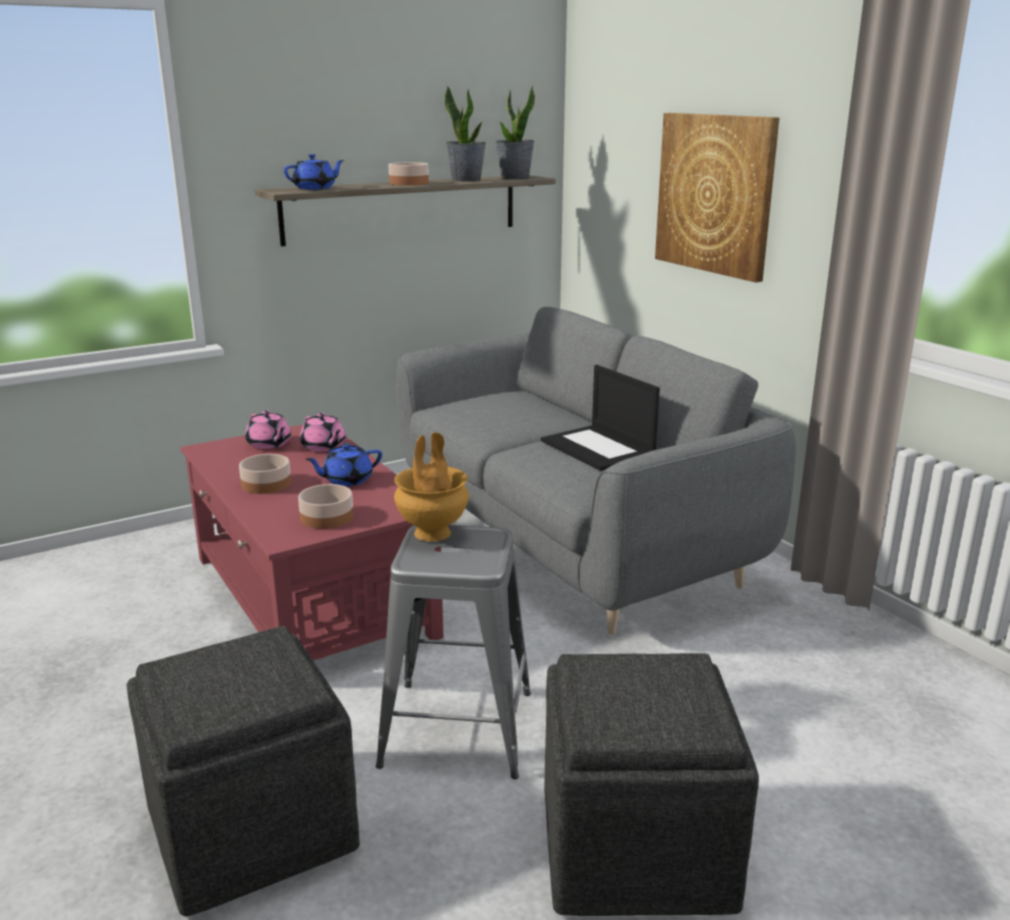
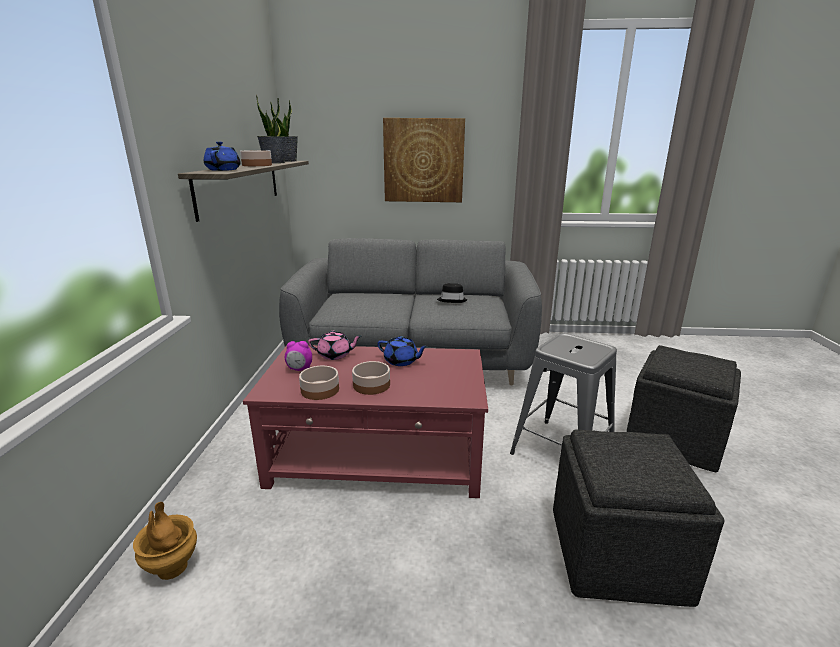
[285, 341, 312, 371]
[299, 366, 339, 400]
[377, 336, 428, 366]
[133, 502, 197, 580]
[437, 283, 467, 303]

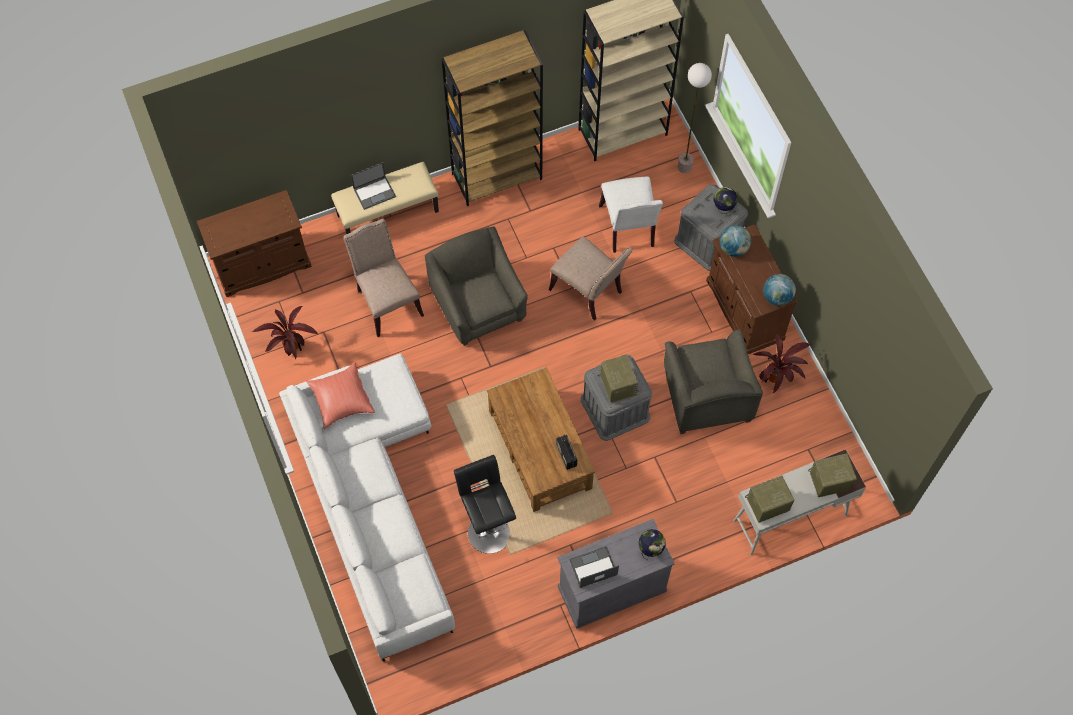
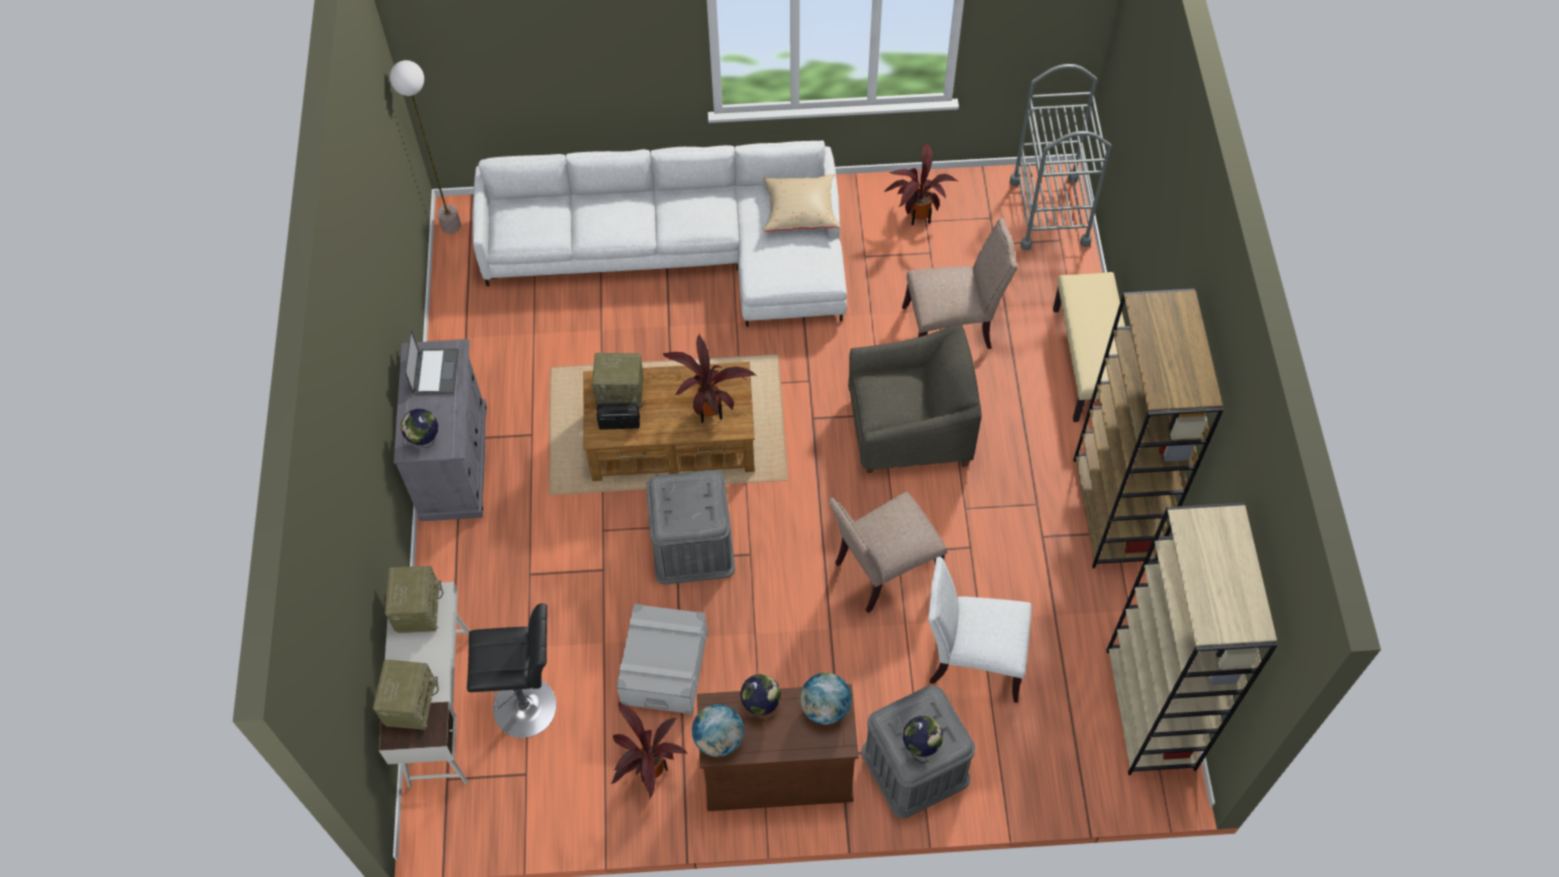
[1010, 64, 1112, 251]
[763, 174, 841, 232]
[351, 162, 396, 210] (first image)
[467, 603, 556, 738]
[592, 353, 644, 409]
[617, 604, 708, 715]
[390, 60, 461, 234]
[663, 334, 756, 423]
[740, 674, 781, 721]

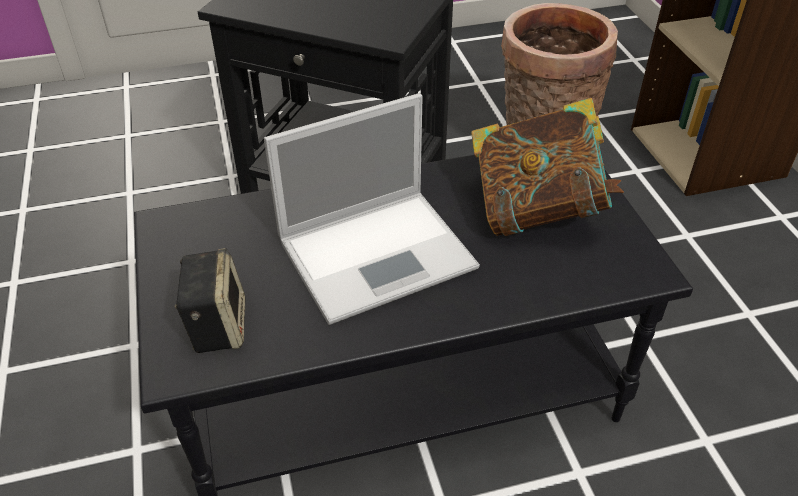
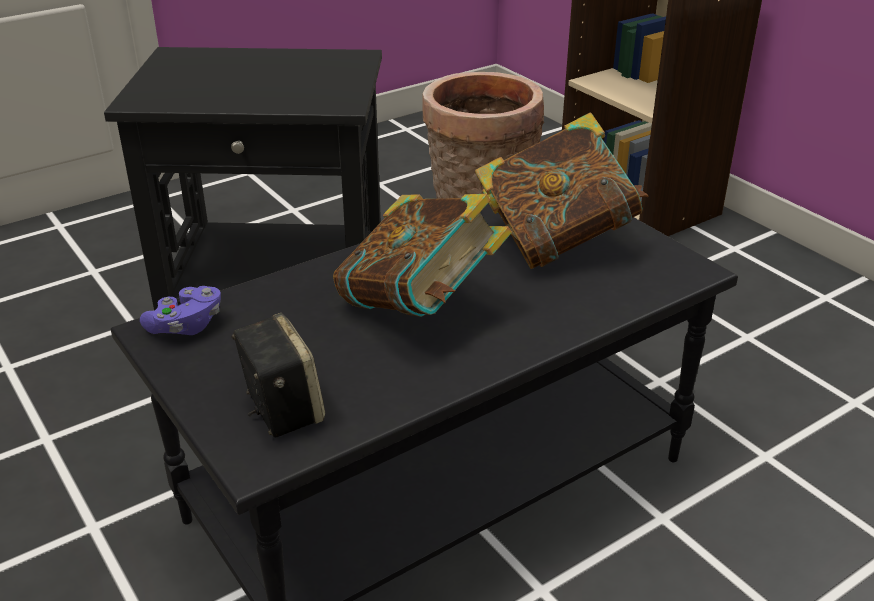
[333, 194, 512, 317]
[140, 286, 221, 335]

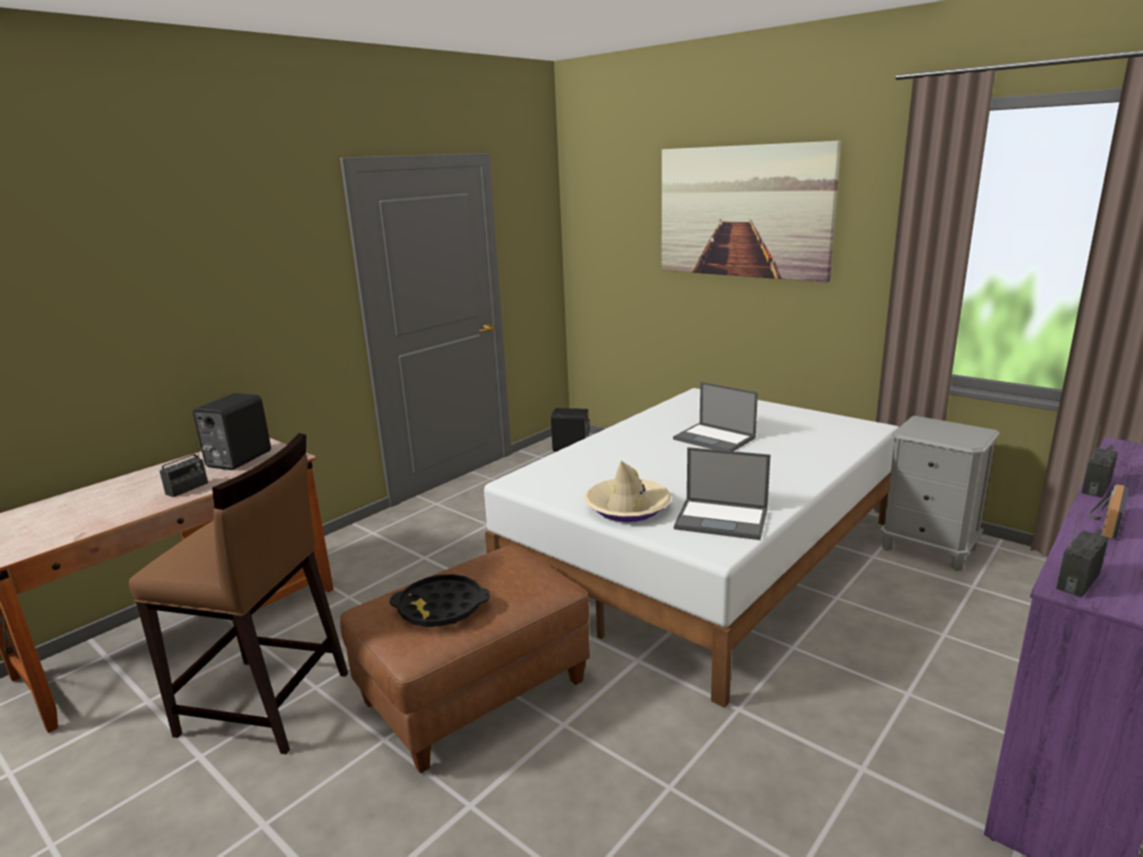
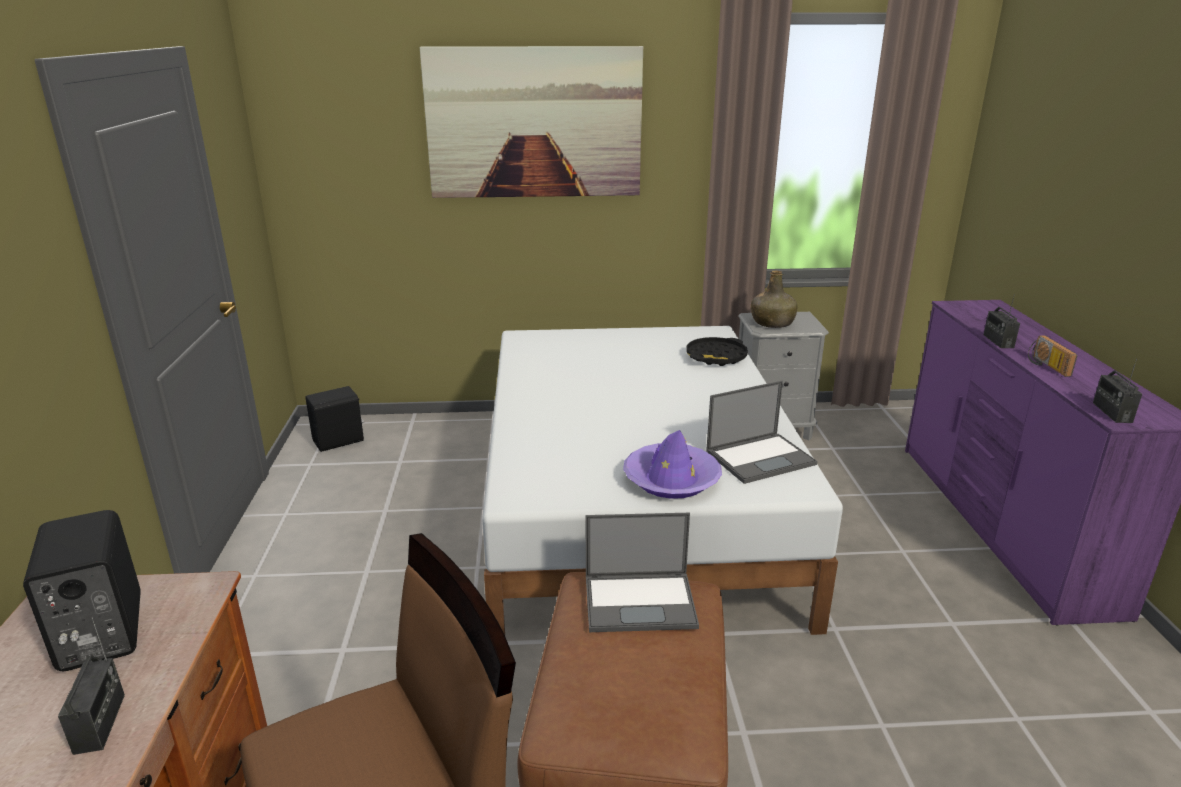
[687, 337, 748, 366]
[623, 430, 722, 499]
[586, 513, 699, 632]
[751, 270, 797, 328]

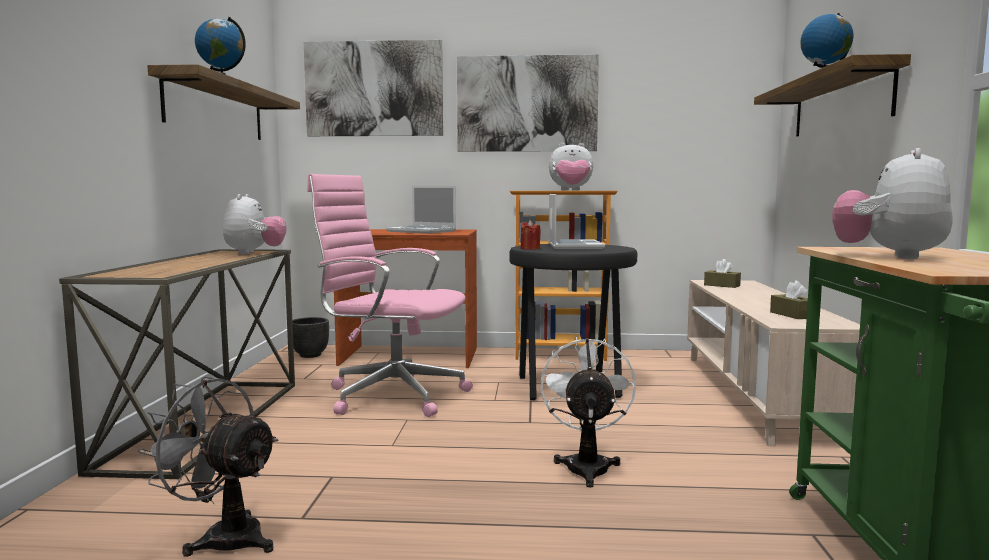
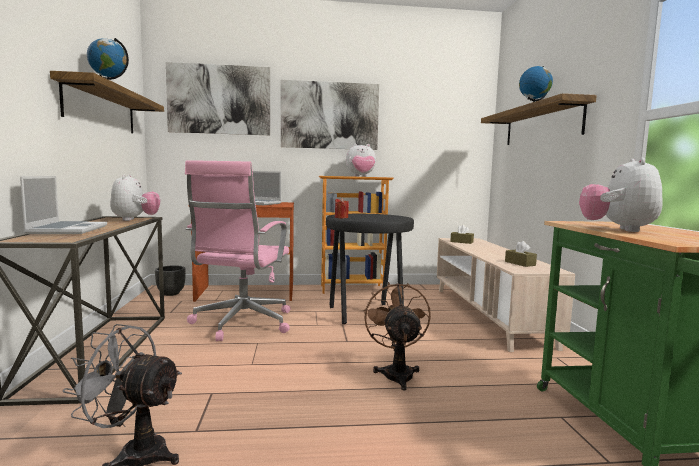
[185, 160, 290, 341]
[363, 282, 431, 390]
[20, 176, 107, 234]

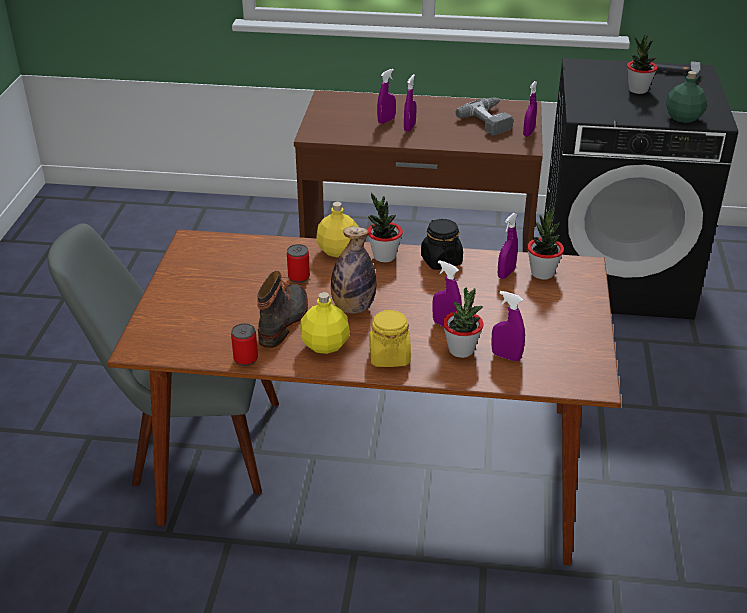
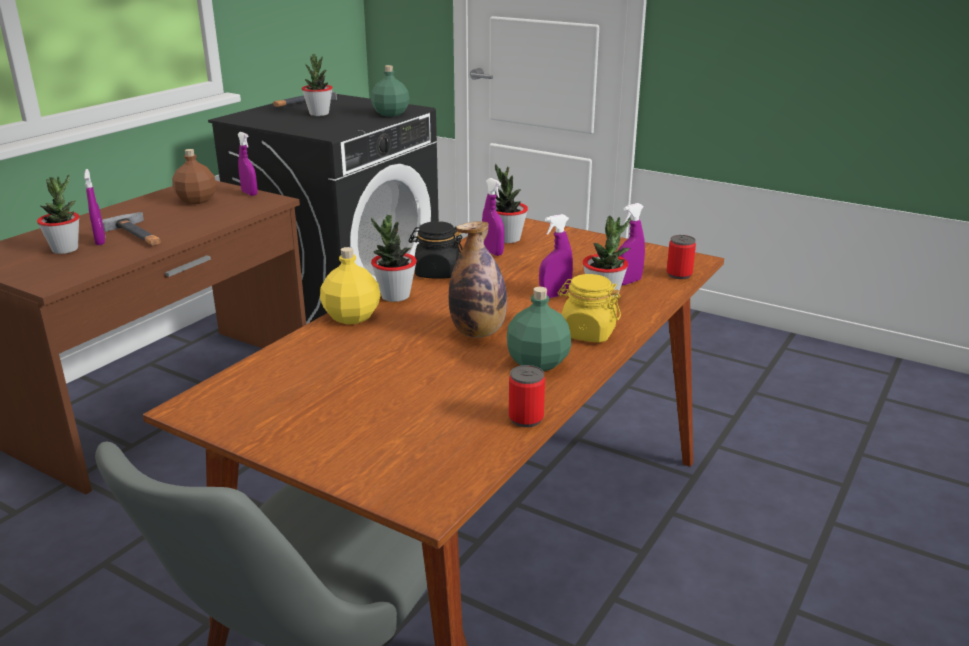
[257, 271, 308, 348] (first image)
[667, 235, 696, 279]
[507, 287, 571, 371]
[102, 212, 161, 245]
[172, 149, 217, 204]
[37, 174, 79, 254]

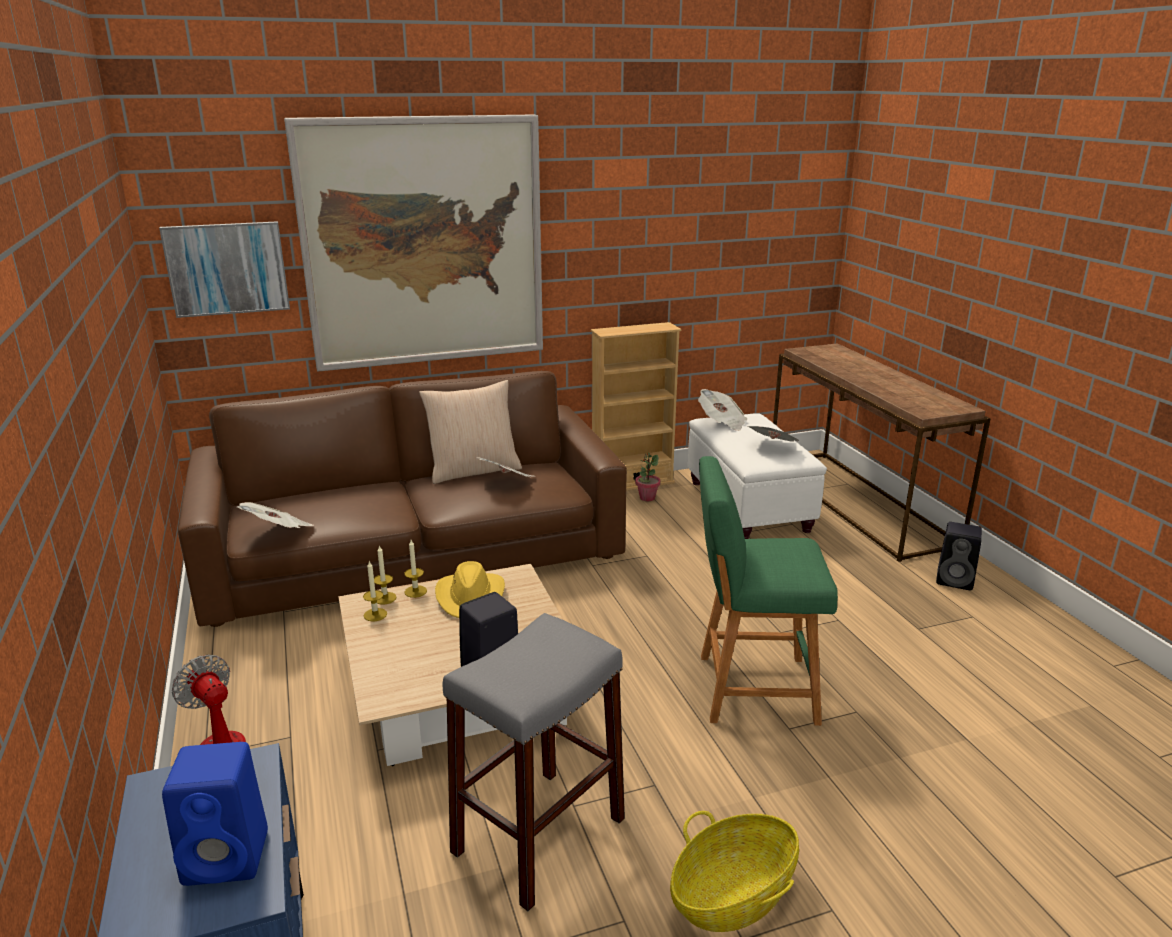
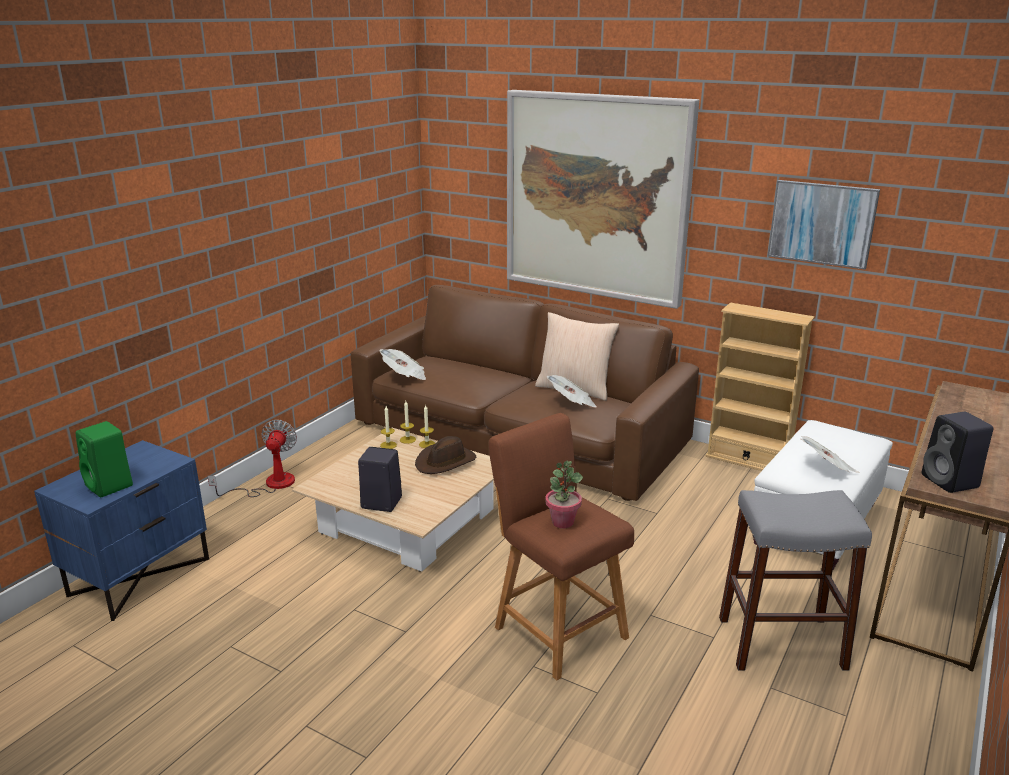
[768, 180, 880, 269]
[75, 421, 133, 498]
[415, 436, 476, 474]
[719, 490, 872, 670]
[545, 460, 583, 528]
[670, 811, 799, 932] (first image)
[698, 389, 747, 431] (first image)
[488, 413, 634, 680]
[922, 412, 993, 493]

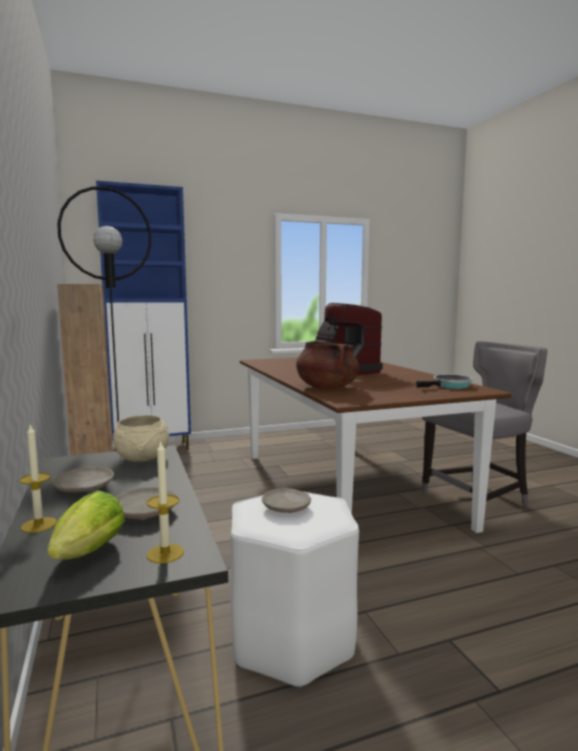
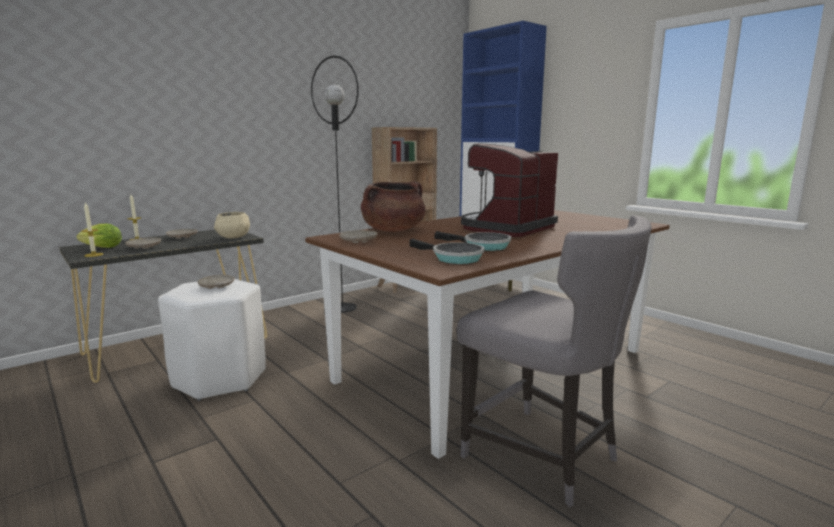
[339, 230, 378, 243]
[434, 231, 511, 251]

